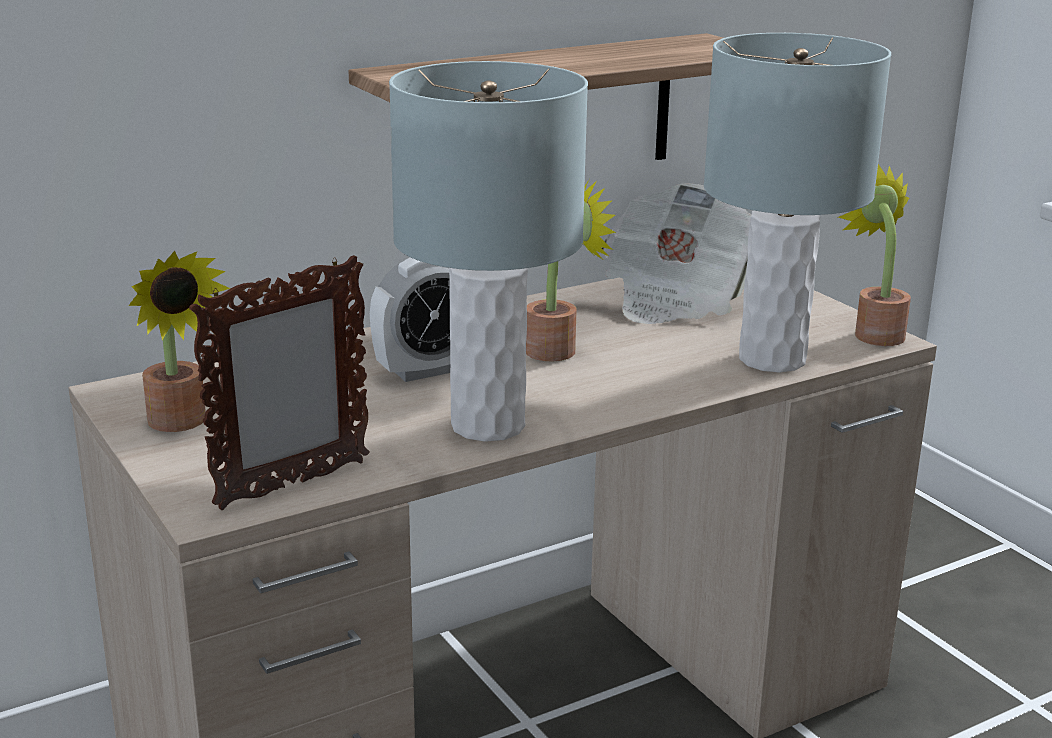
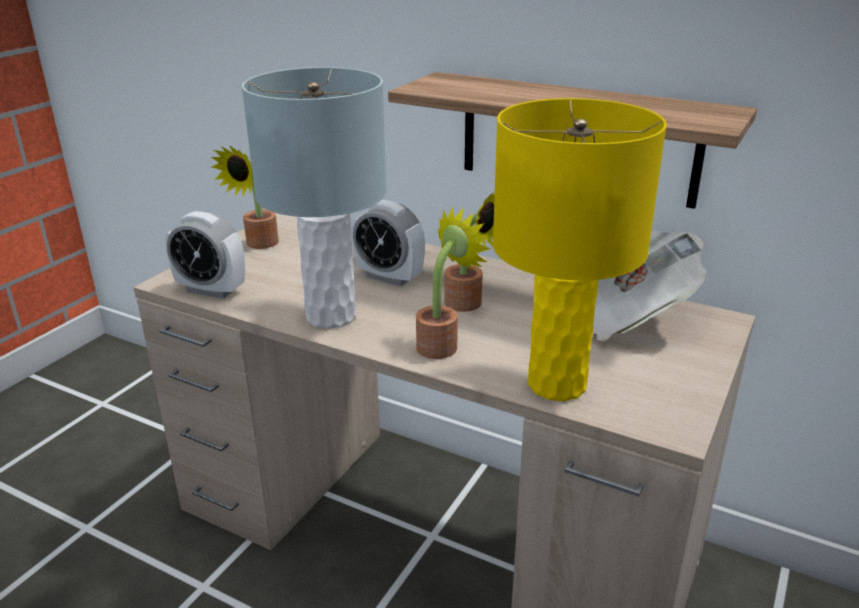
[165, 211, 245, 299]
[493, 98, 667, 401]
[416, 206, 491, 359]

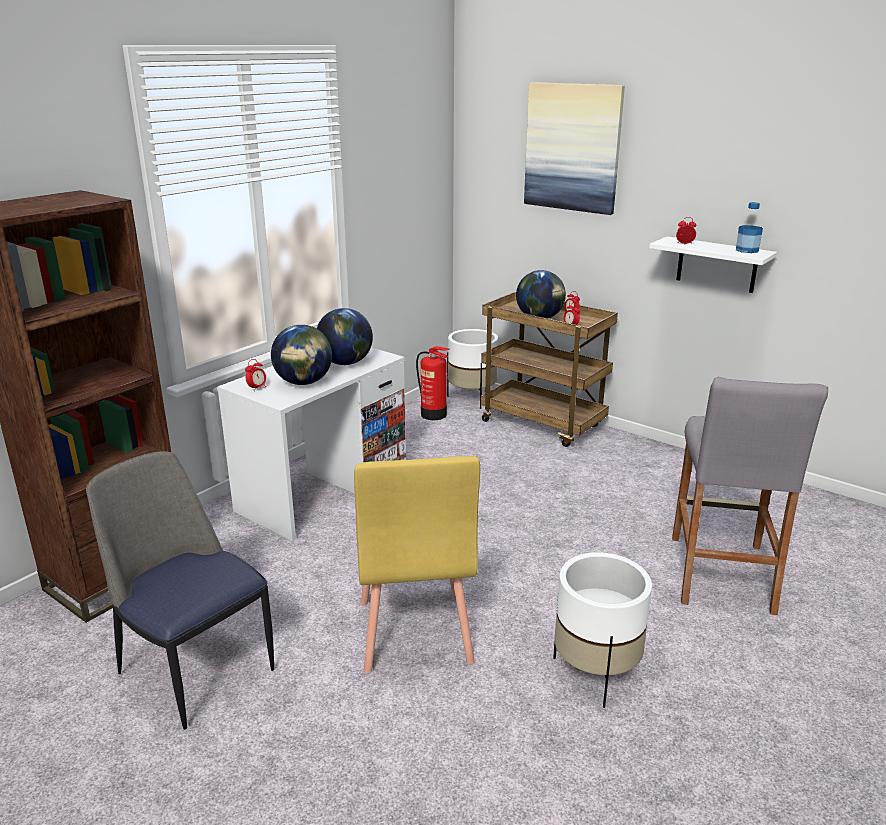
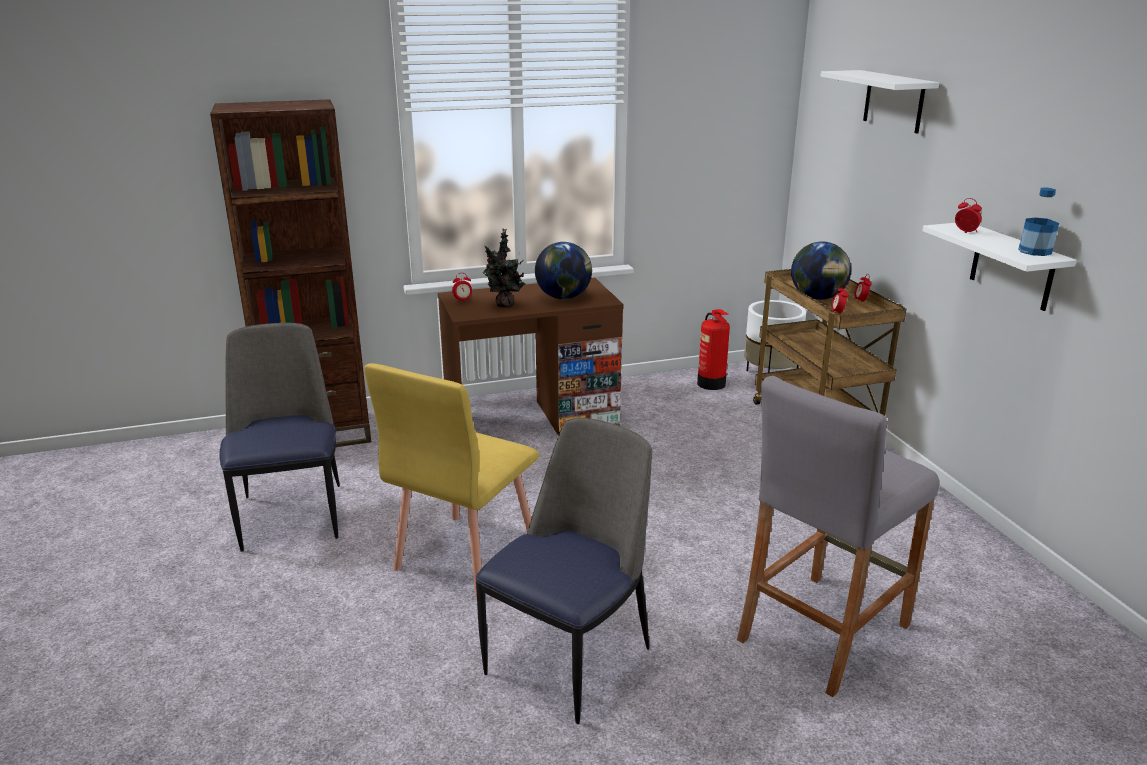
[438, 278, 624, 435]
[483, 229, 525, 307]
[820, 70, 939, 134]
[476, 418, 652, 724]

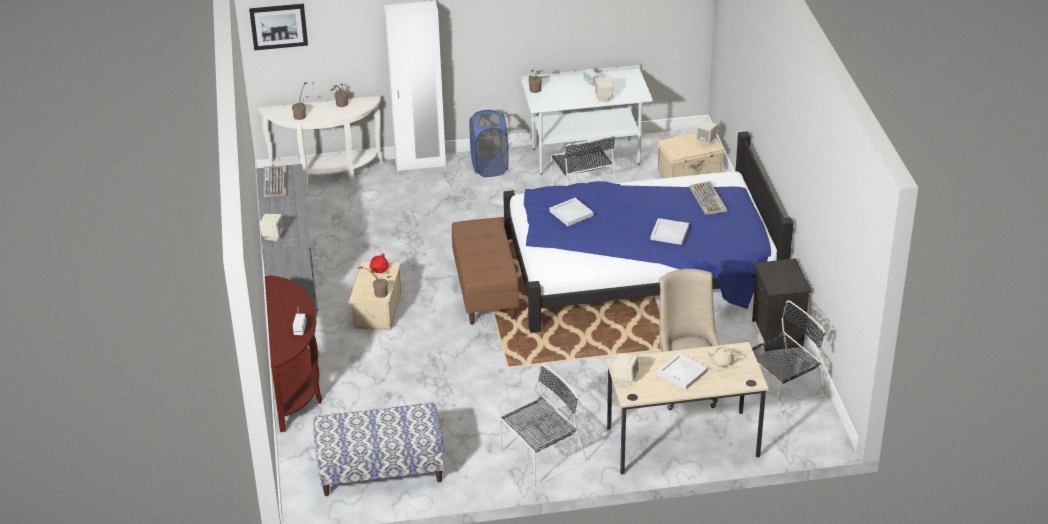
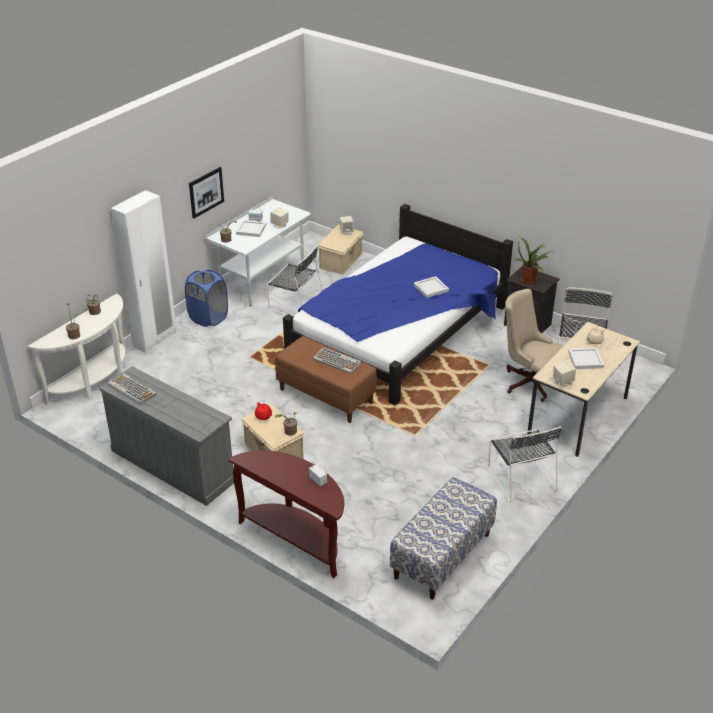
[189, 167, 224, 219]
[259, 214, 284, 241] (first image)
[488, 427, 562, 502]
[236, 220, 266, 237]
[313, 347, 361, 374]
[514, 237, 553, 284]

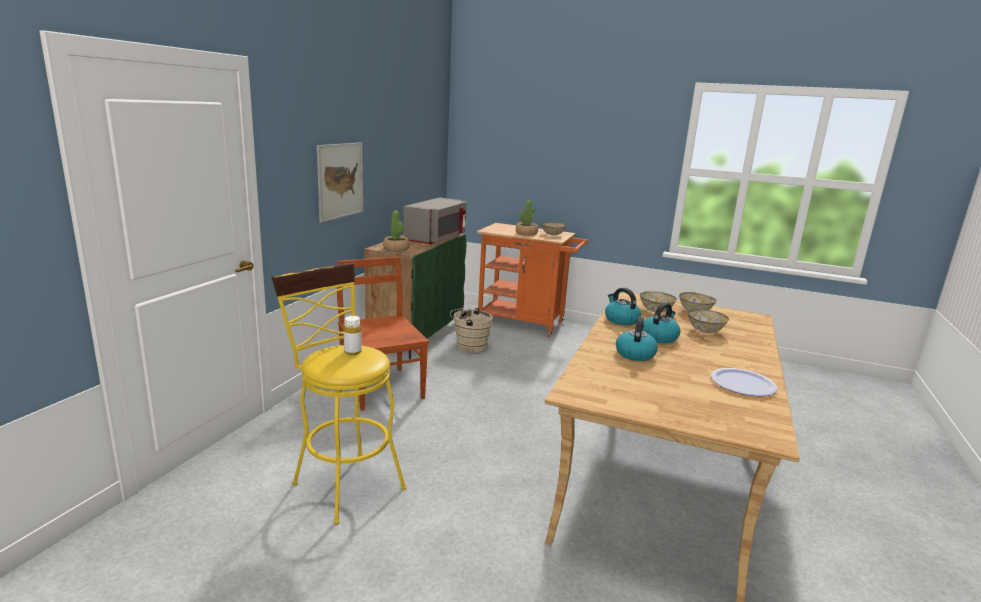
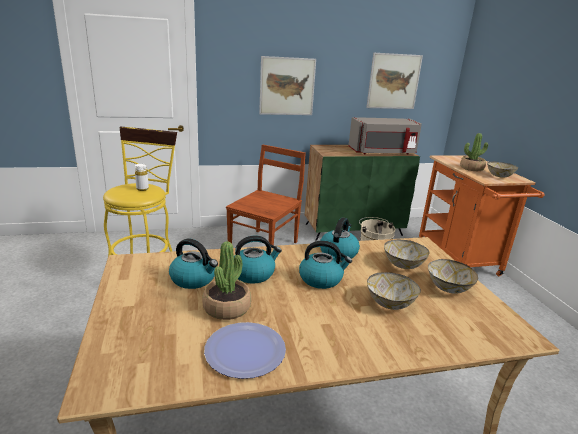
[202, 241, 252, 320]
[169, 239, 218, 289]
[366, 52, 423, 109]

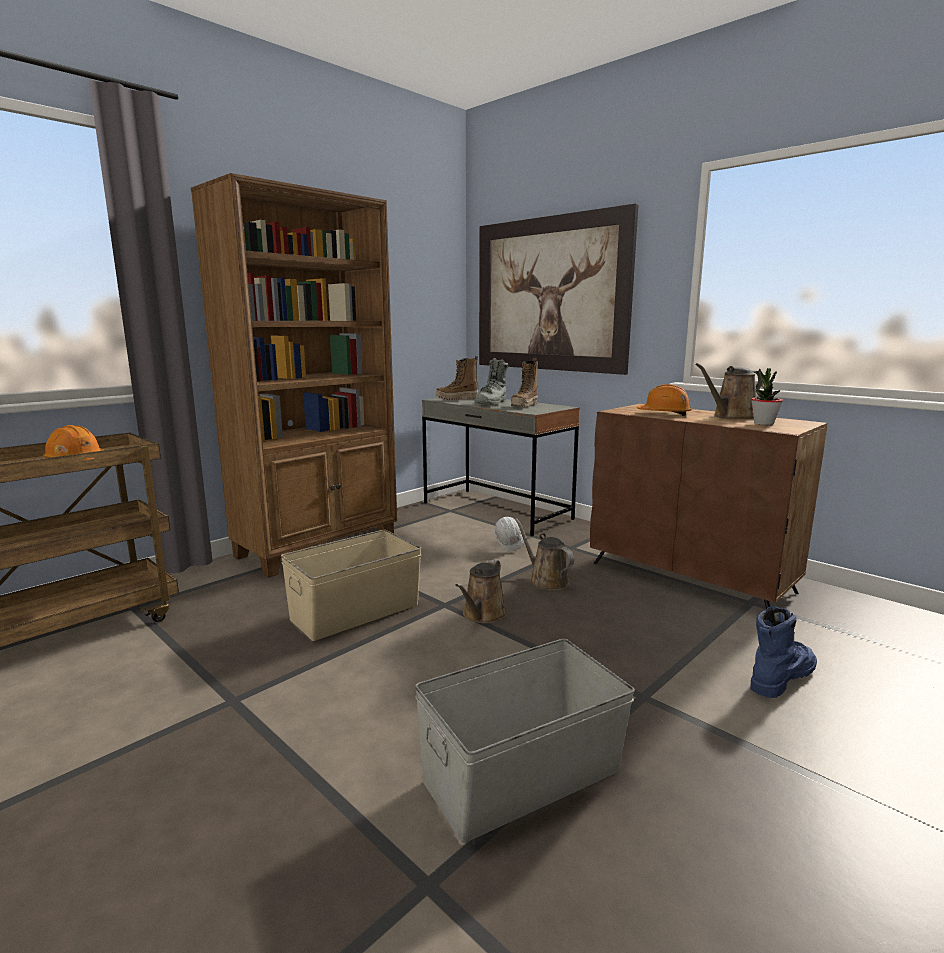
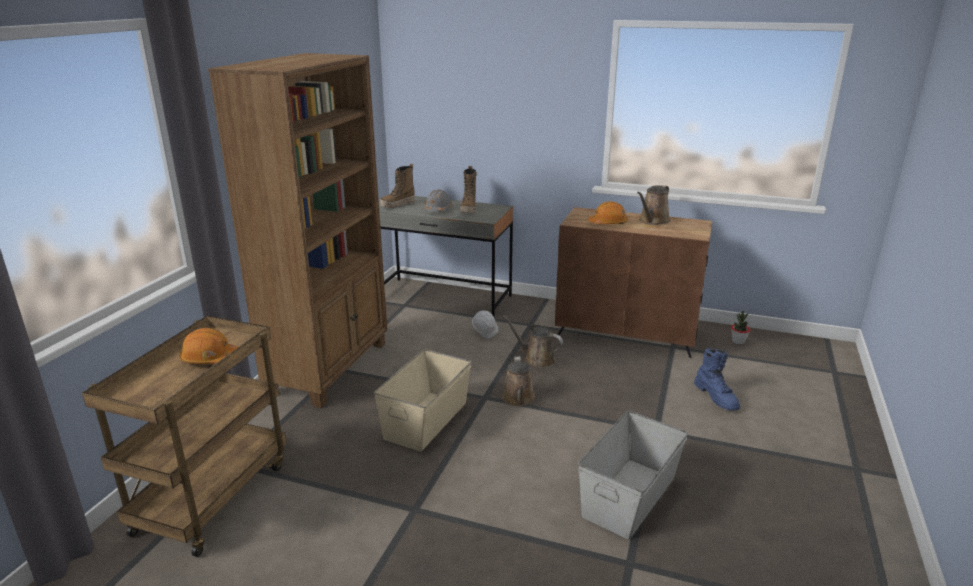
[423, 189, 452, 211]
[479, 204, 639, 375] (first image)
[694, 349, 740, 411]
[731, 311, 750, 345]

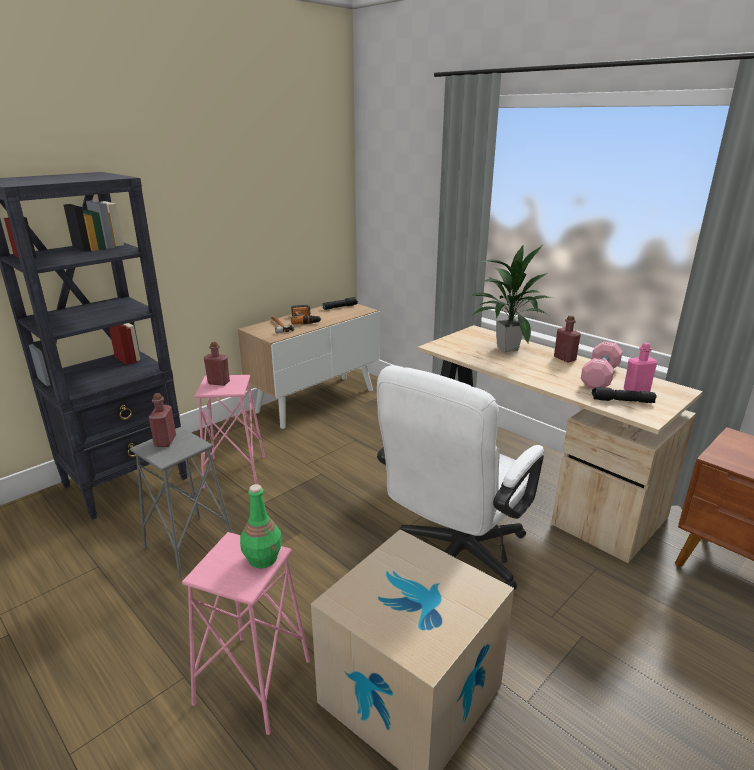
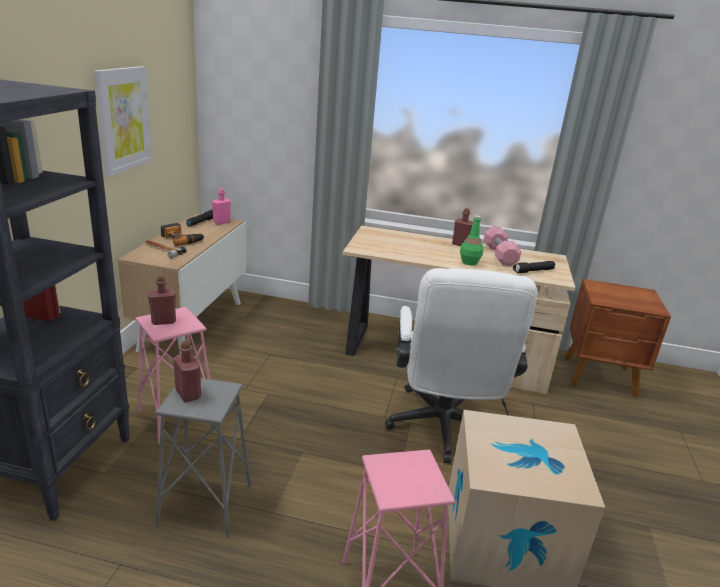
[460, 215, 483, 265]
[469, 244, 553, 352] (first image)
[212, 188, 231, 225]
[94, 66, 152, 177]

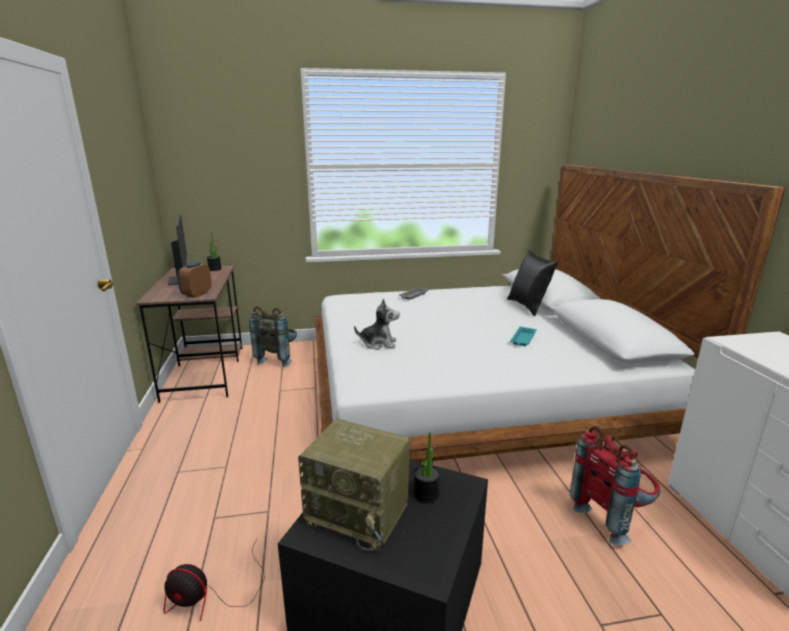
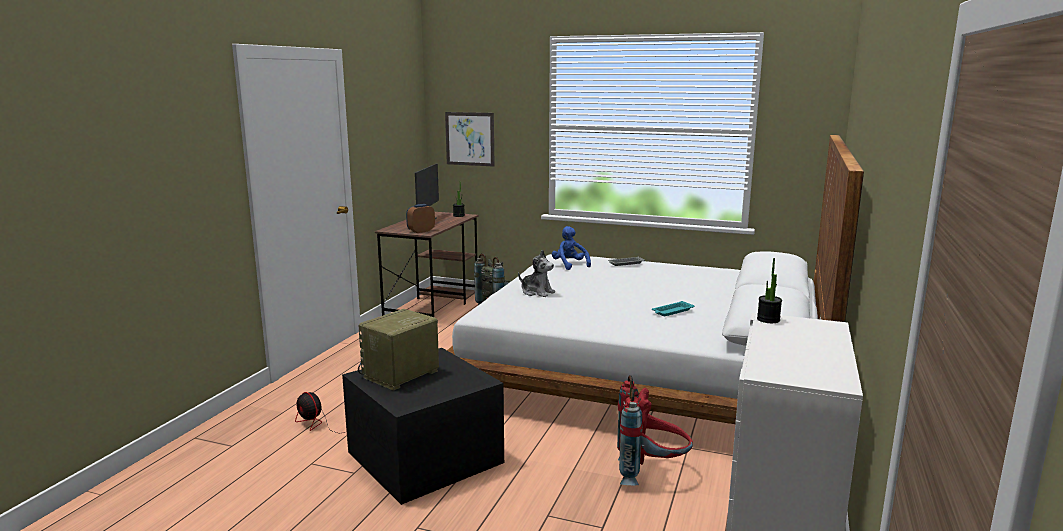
[358, 309, 439, 391]
[757, 258, 782, 323]
[507, 250, 558, 316] (first image)
[445, 112, 495, 167]
[552, 226, 591, 270]

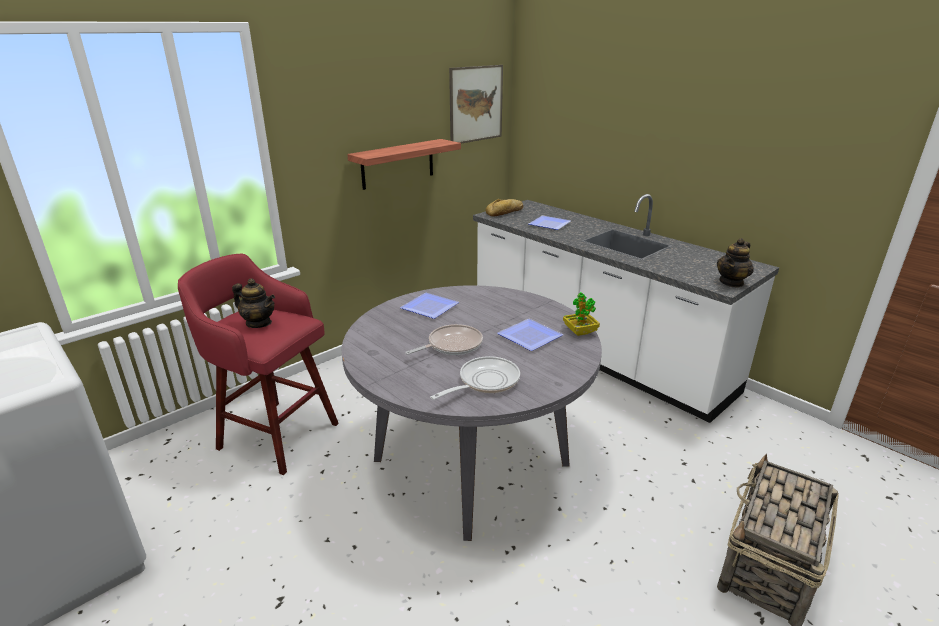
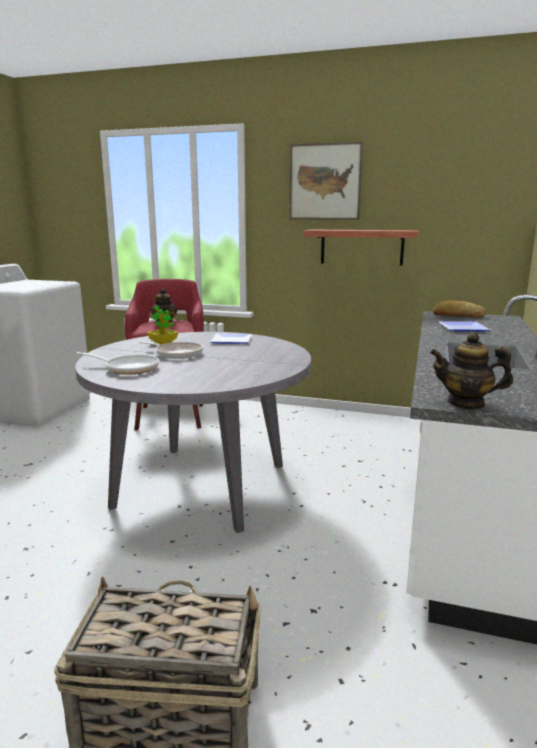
[289, 142, 363, 220]
[497, 319, 563, 351] (first image)
[147, 305, 178, 345]

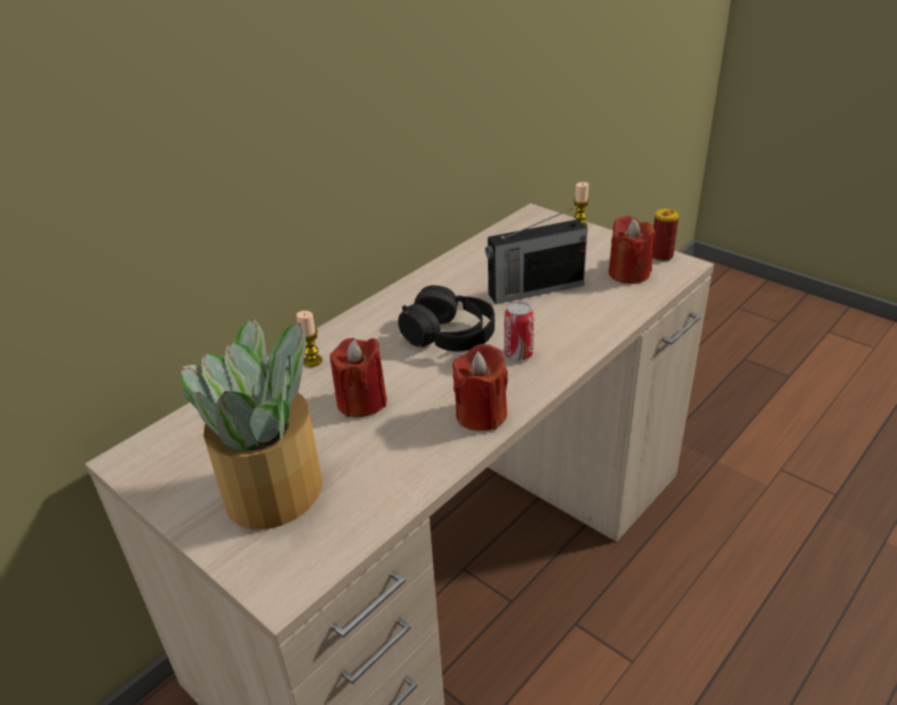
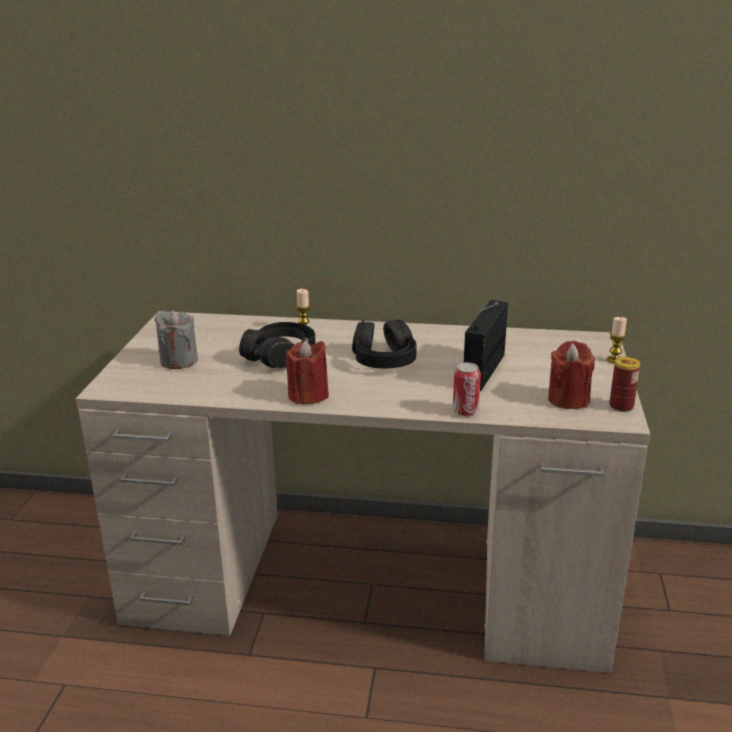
[155, 310, 198, 369]
[239, 322, 315, 368]
[464, 300, 508, 391]
[453, 362, 481, 416]

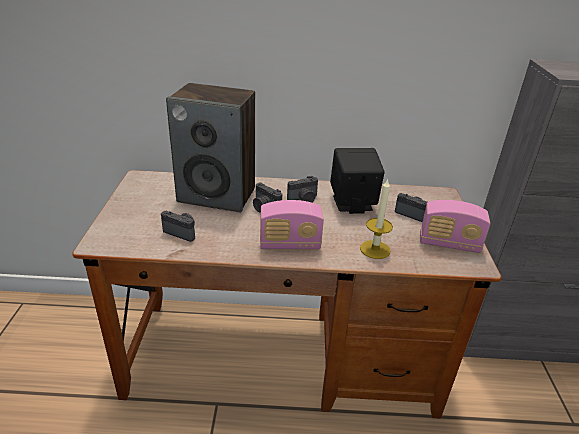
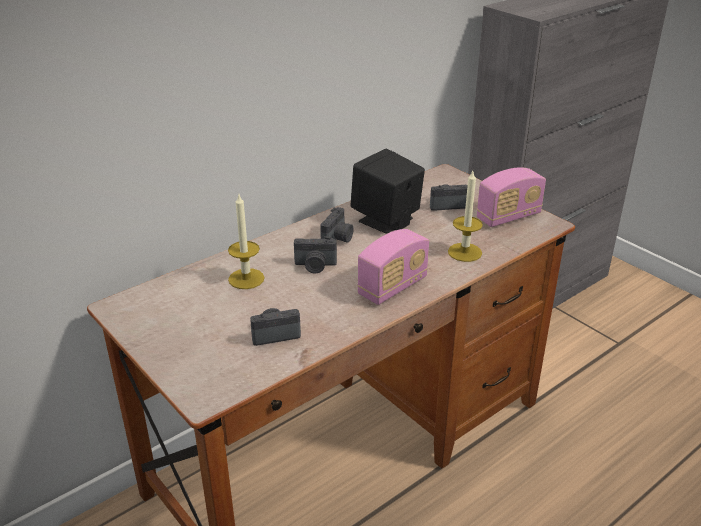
[228, 195, 265, 289]

